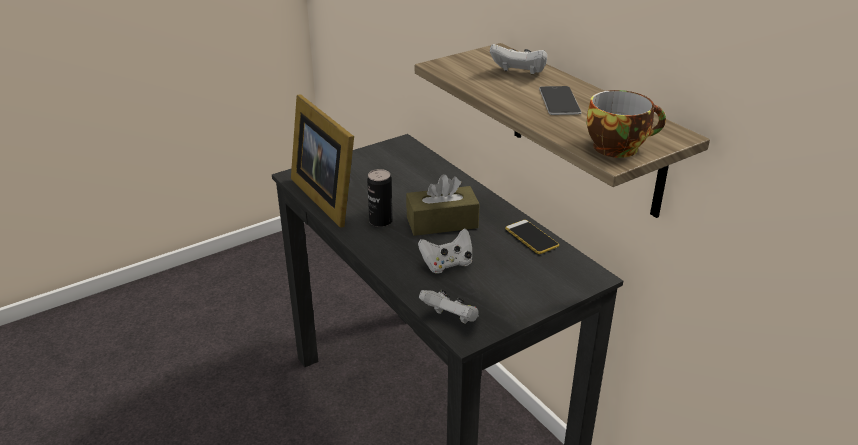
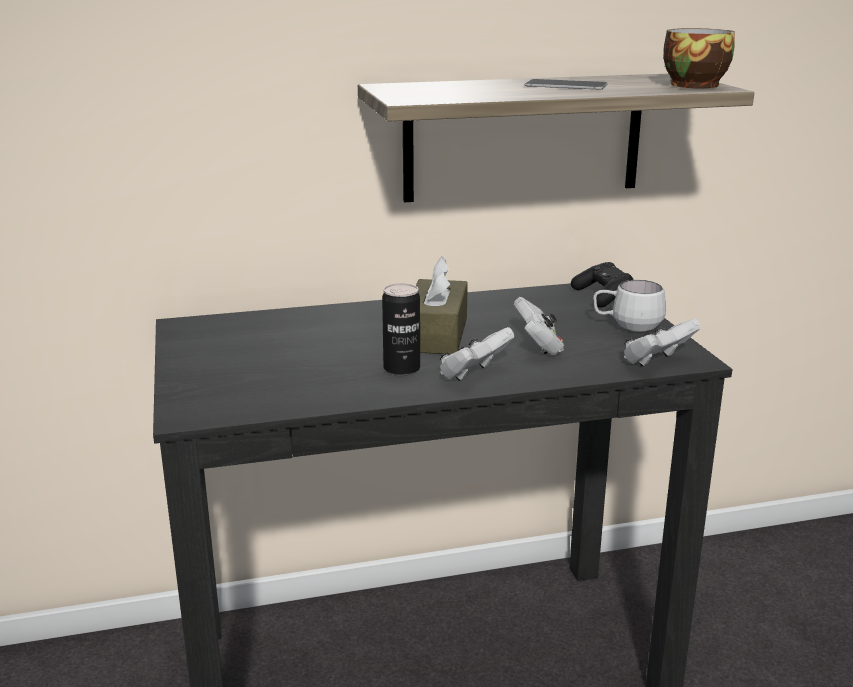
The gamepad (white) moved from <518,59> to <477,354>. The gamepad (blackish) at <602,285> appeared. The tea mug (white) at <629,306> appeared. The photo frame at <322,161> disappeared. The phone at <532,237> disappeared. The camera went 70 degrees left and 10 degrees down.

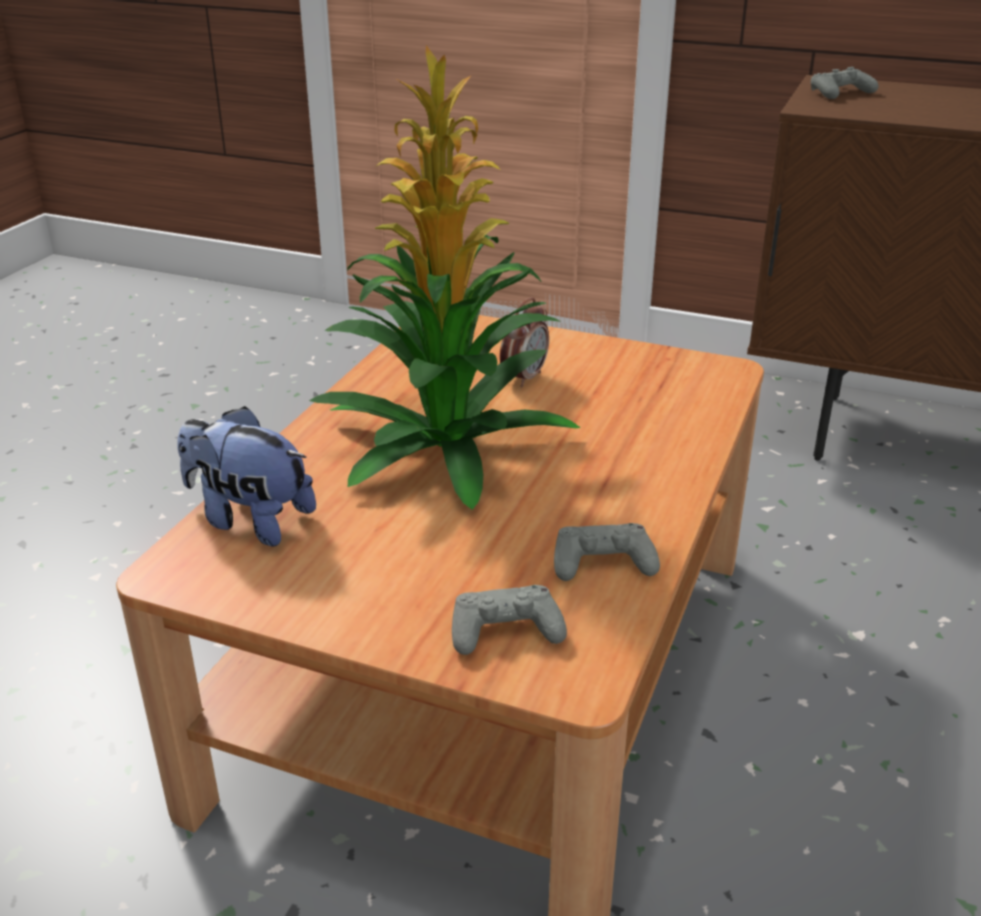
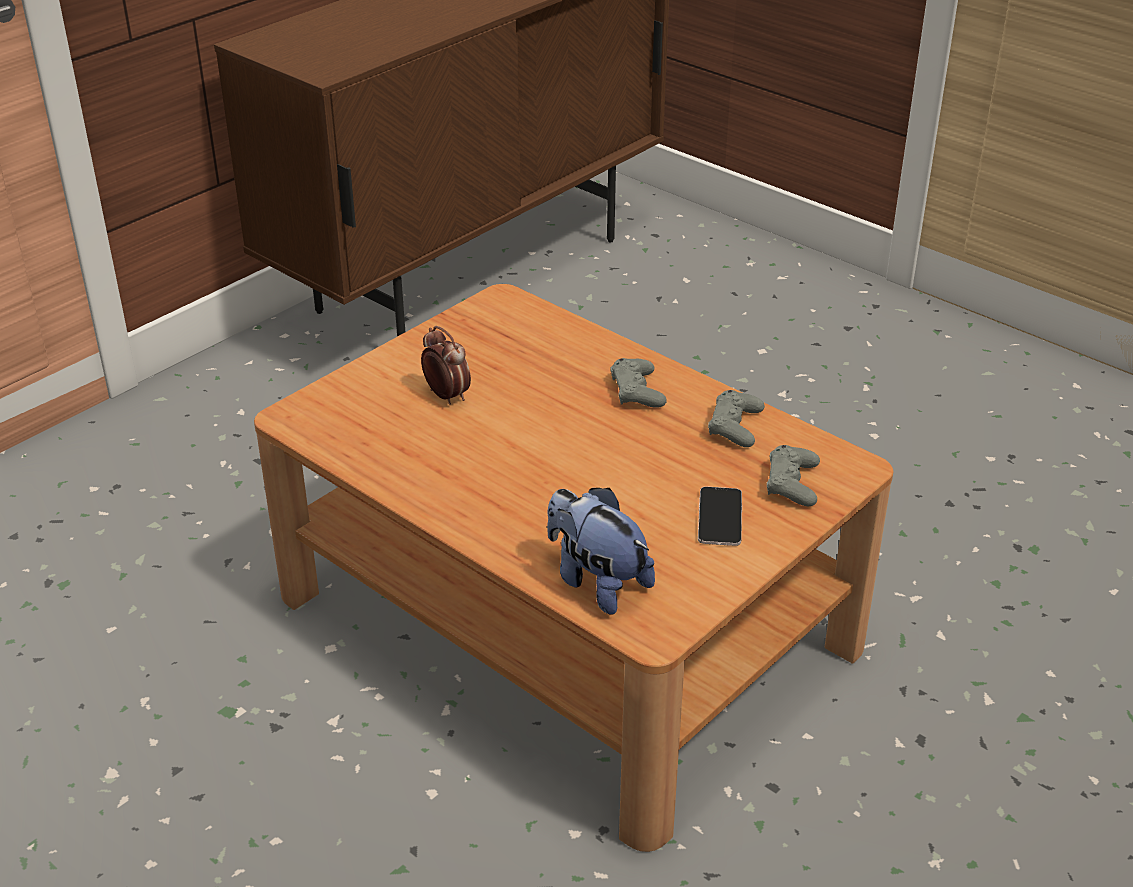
The soft toy at <246,476> turned 90 degrees clockwise. The gamepad (greyish) moved from <845,83> to <638,383>. The phone at <720,516> appeared. The plant in a pot at <445,277> disappeared. The camera went 70 degrees left and 5 degrees up.

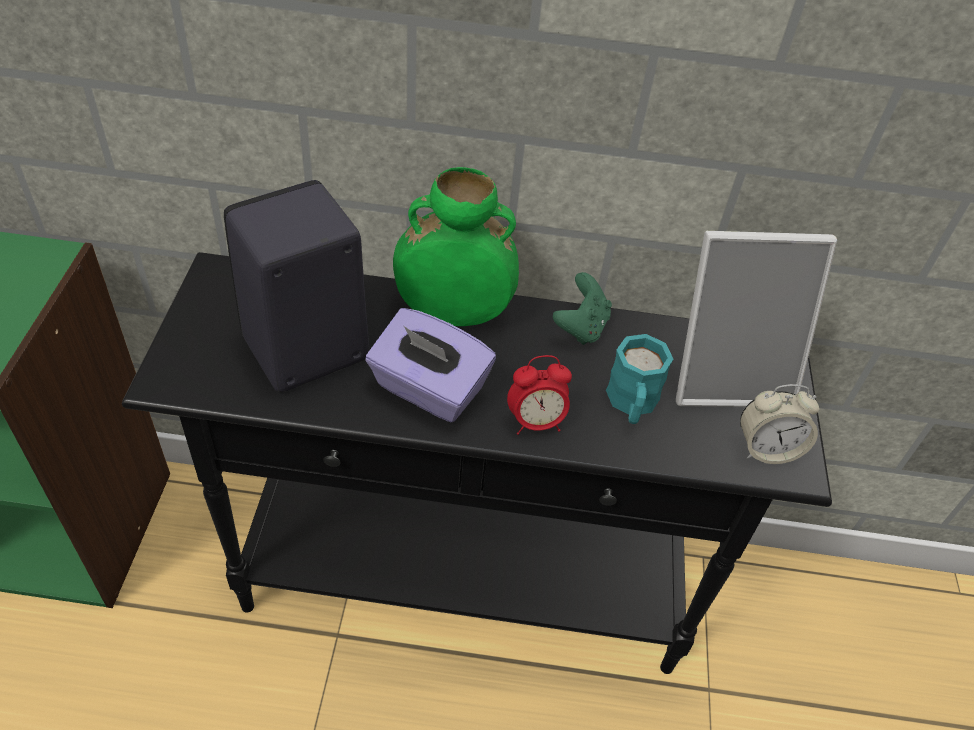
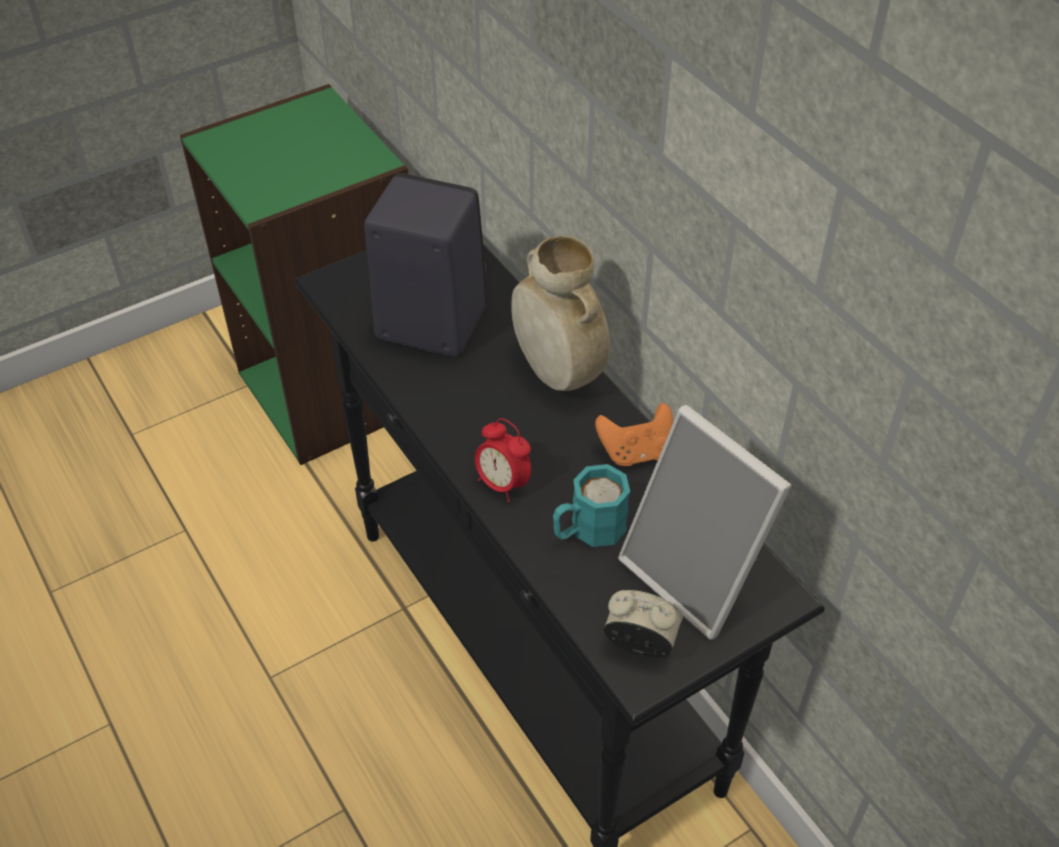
The decorative vase (green) at <456,246> became the decorative vase (beige-coloured) at <560,313>. The gamepad (green) at <582,308> became the gamepad (orange) at <634,434>. The table clock at <780,424> turned 150 degrees clockwise. The tissue box (purple) at <430,365> disappeared. The camera went 55 degrees right and 0 degrees up.

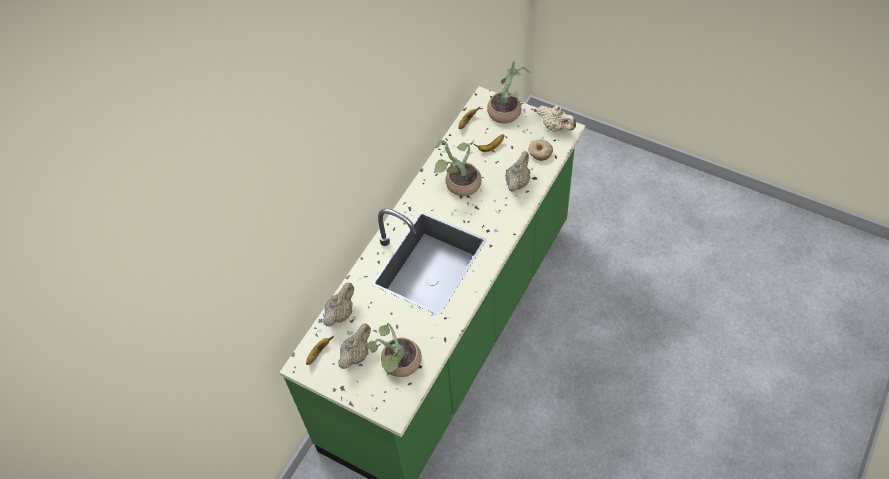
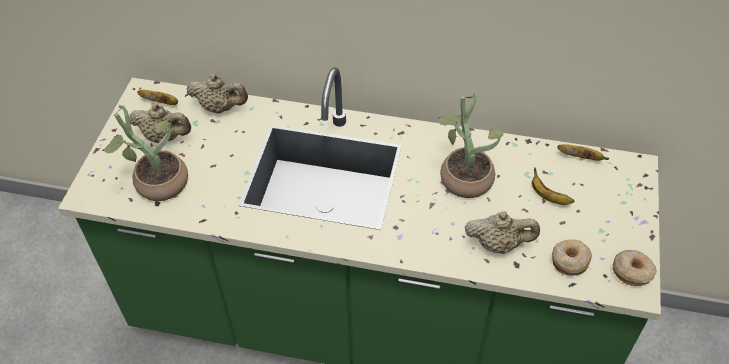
The tea pot (beige-coloured) at <556,118> was replaced by the donut at <635,268>. The plant in a pot at <508,91> disappeared. The camera went 70 degrees right and 5 degrees down.

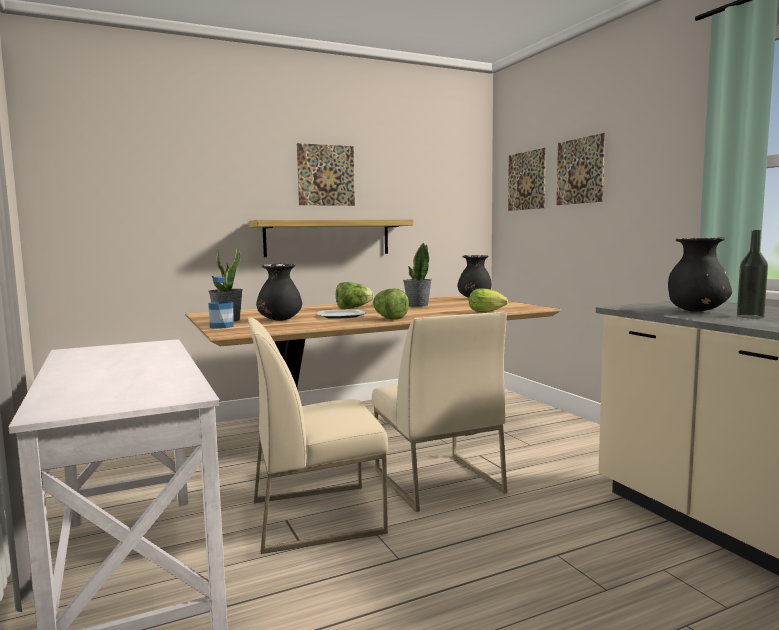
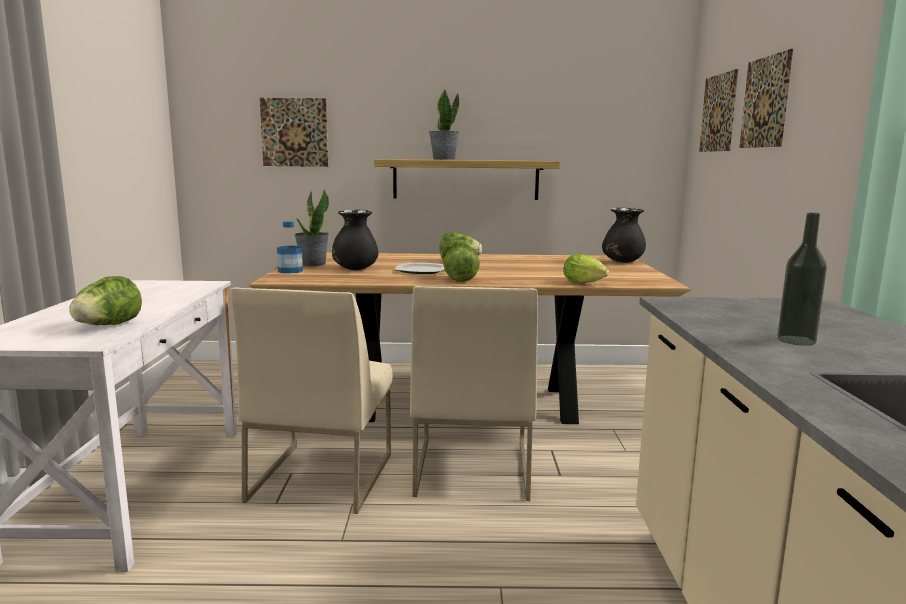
The lettuce head at <105,300> appeared. The upright chair (beige-coloured) at <318,436> turned 90 degrees counterclockwise. The picture moved from <326,174> to <294,132>. The plant in a pot moved from <417,274> to <444,125>. The decorative vase (blackish) at <700,274> disappeared. The camera went 25 degrees right and 5 degrees up.

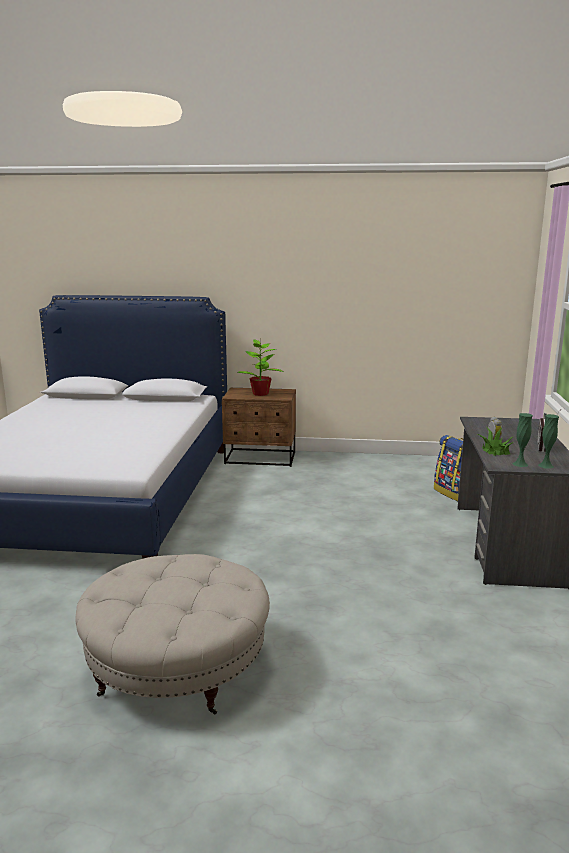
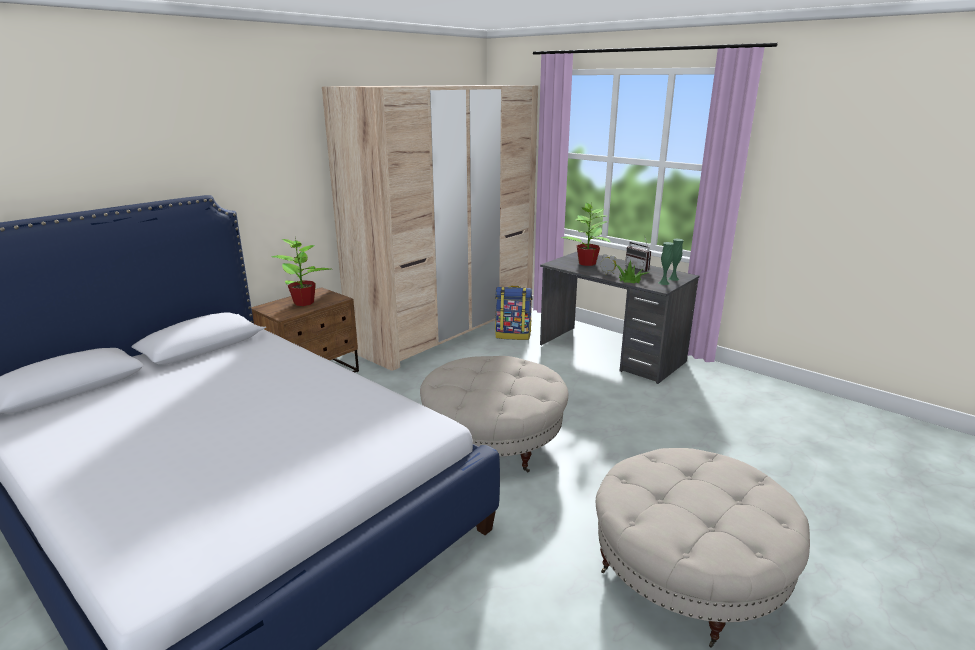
The armoire (beige-coloured) at <430,228> appeared. The pouffe (beige-coloured) at <494,414> appeared. The plant in a pot at <586,234> appeared. The camera went 55 degrees left and 5 degrees up.

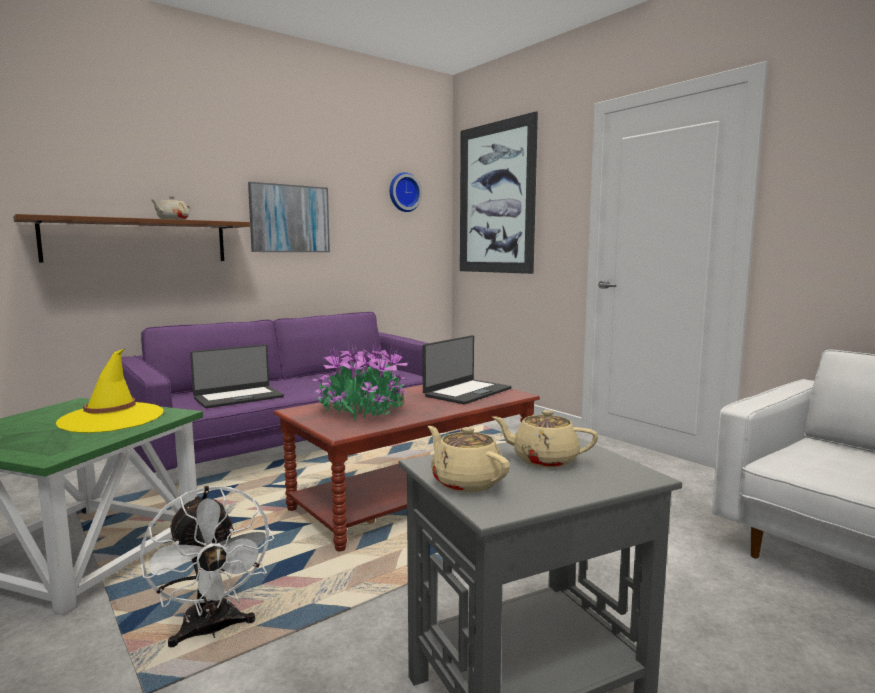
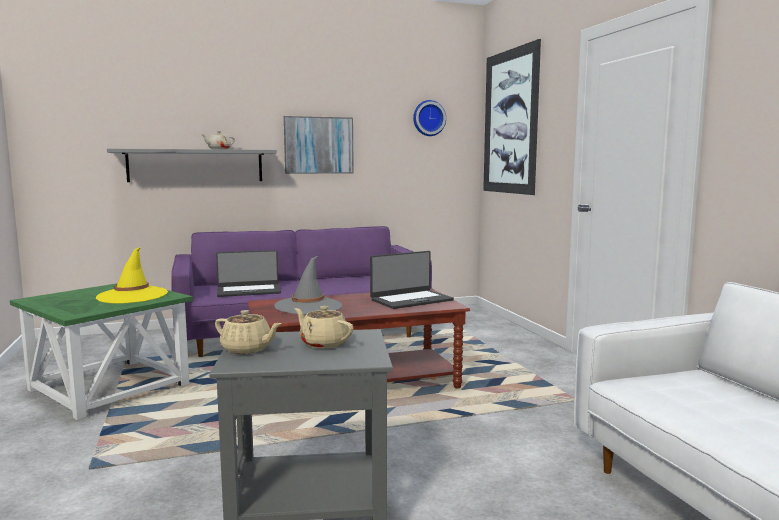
The bracket shelf (brown) at <131,238> became the bracket shelf (greyish) at <192,165>. The tea pot (beige-coloured) at <469,459> turned 135 degrees clockwise. The plant in a pot at <360,381> was replaced by the hat (greyish) at <308,285>. The cooling fan (white) at <207,566> disappeared. The camera went 20 degrees right and 0 degrees up.

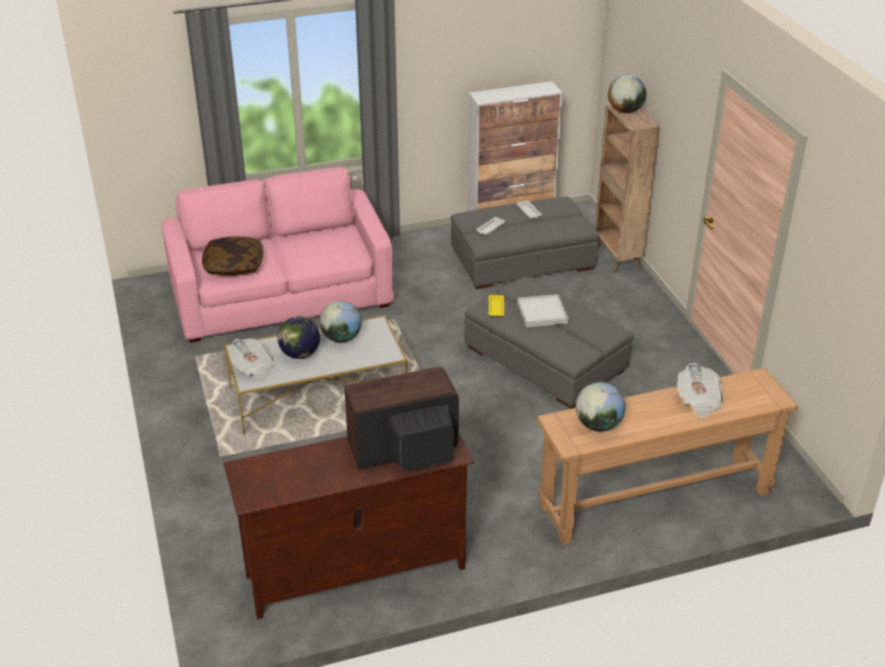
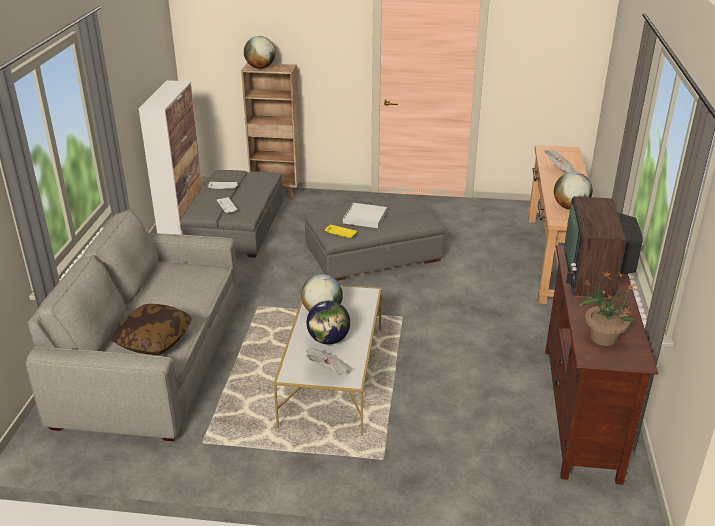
The sofa (pink-coloured) at <278,255> became the sofa (greyish) at <132,325>. The plant in a pot at <607,309> appeared. The camera went 65 degrees left and 5 degrees down.

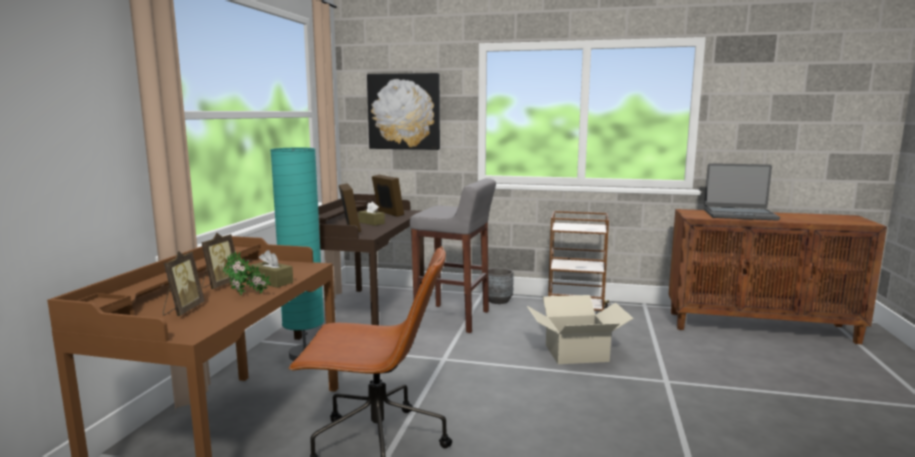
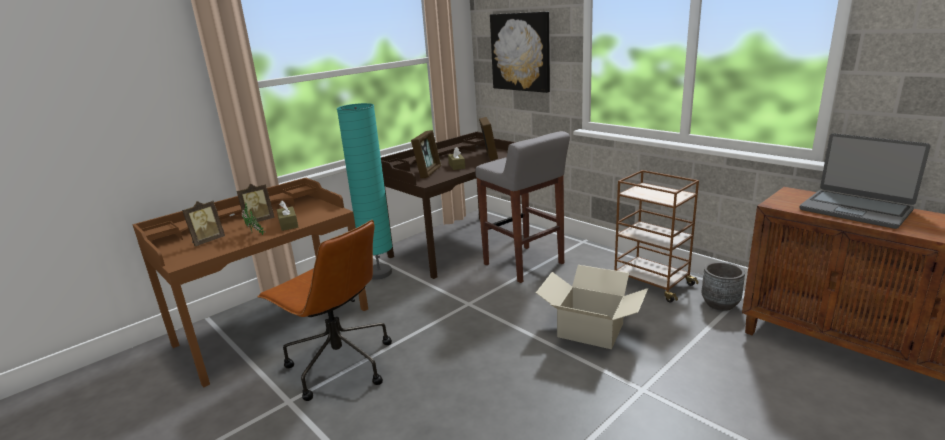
The plant pot (greyish) moved from <501,286> to <723,286>. The camera went 35 degrees right and 10 degrees up.

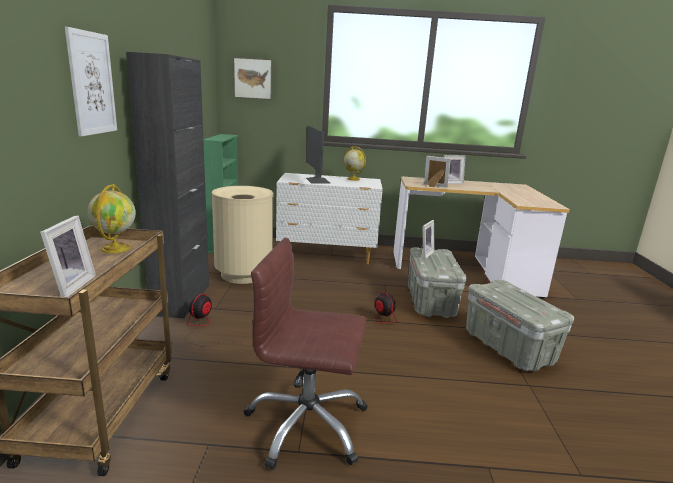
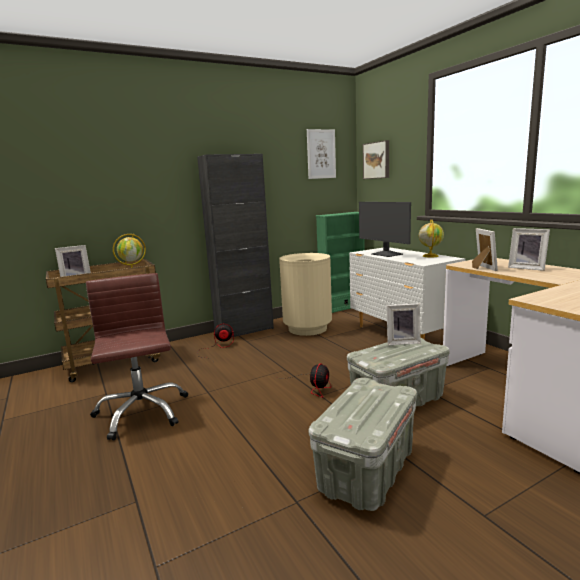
The picture moved from <91,82> to <321,154>. The computer screen at <318,154> turned 75 degrees counterclockwise. The camera went 60 degrees right and 5 degrees down.

